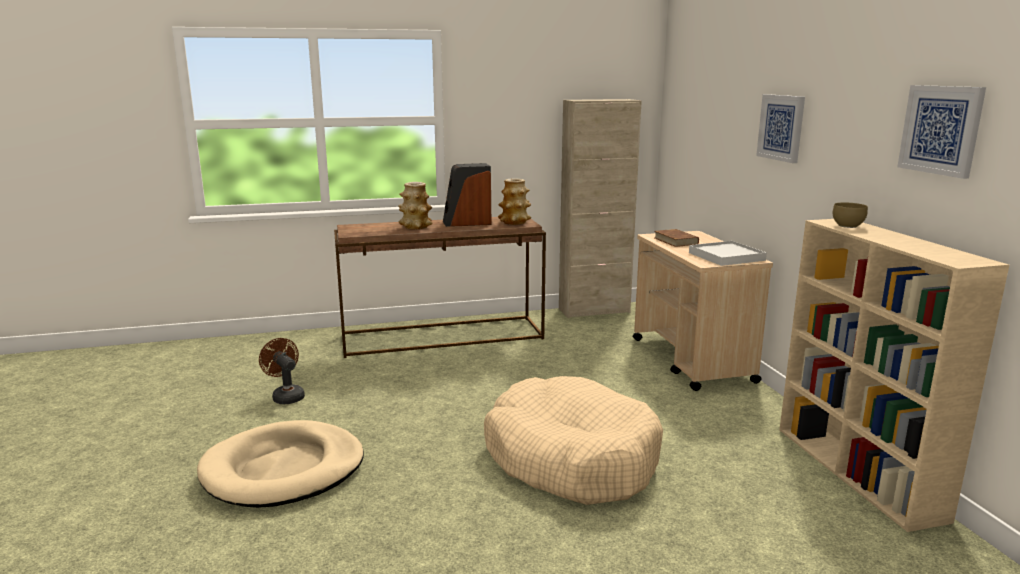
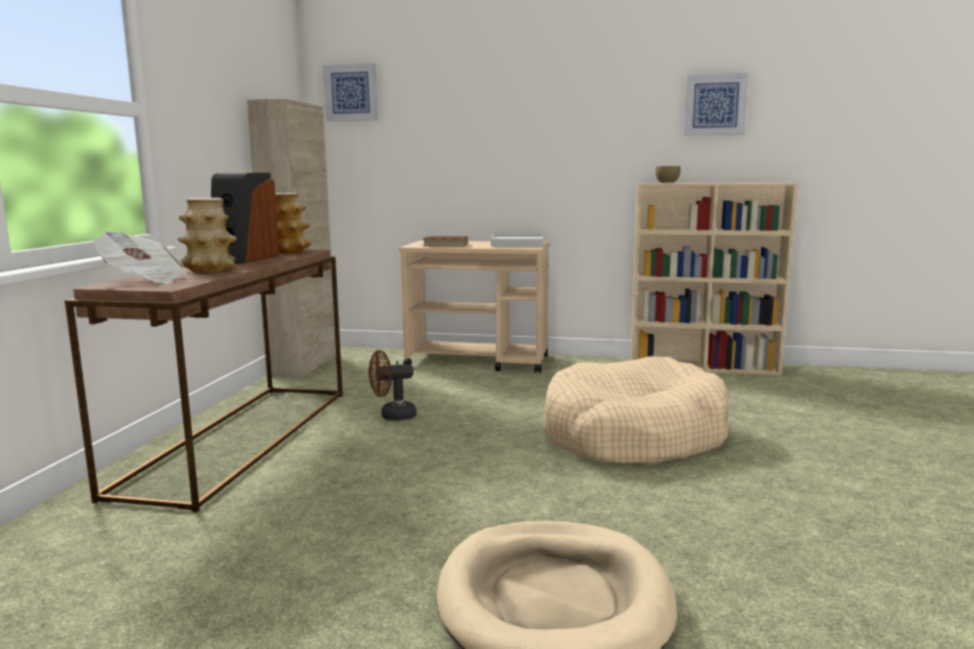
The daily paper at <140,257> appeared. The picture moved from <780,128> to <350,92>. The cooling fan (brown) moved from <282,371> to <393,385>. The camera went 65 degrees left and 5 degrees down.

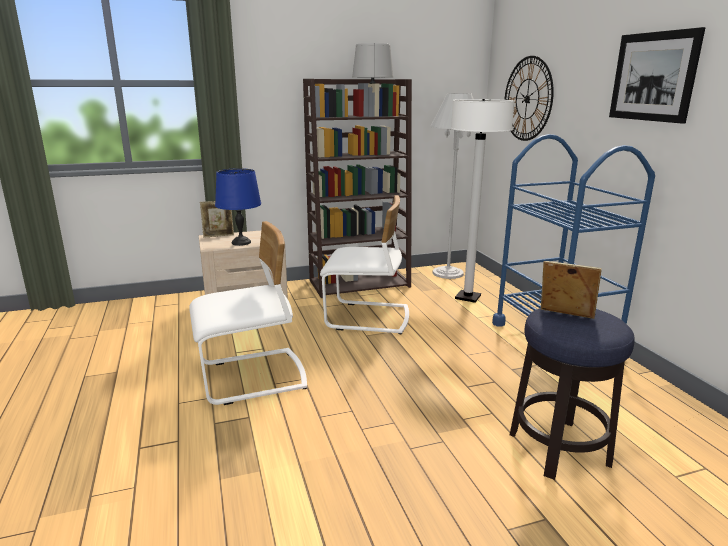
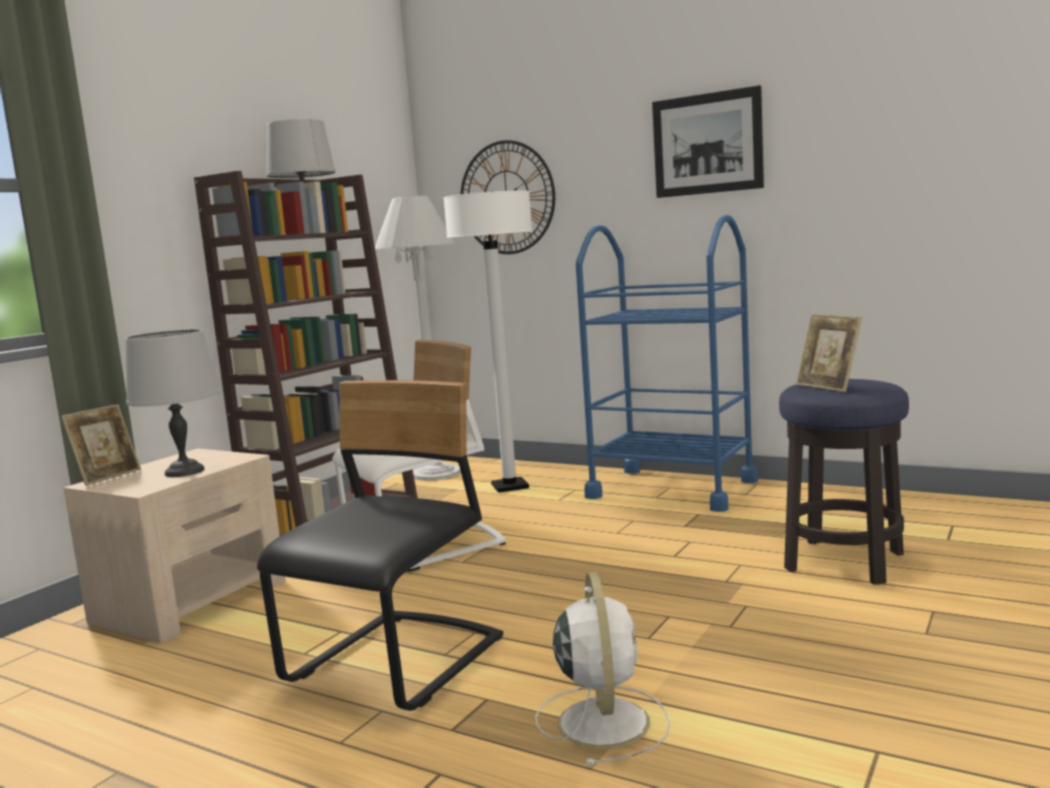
The lamp for a table (blue) at <238,207> became the lamp for a table (greyish) at <172,403>. The upright chair (white) at <248,313> became the upright chair (blackish) at <380,545>. The cooling fan (white) at <602,669> appeared. The photo frame at <571,290> turned 105 degrees counterclockwise. The camera went 40 degrees left and 10 degrees down.

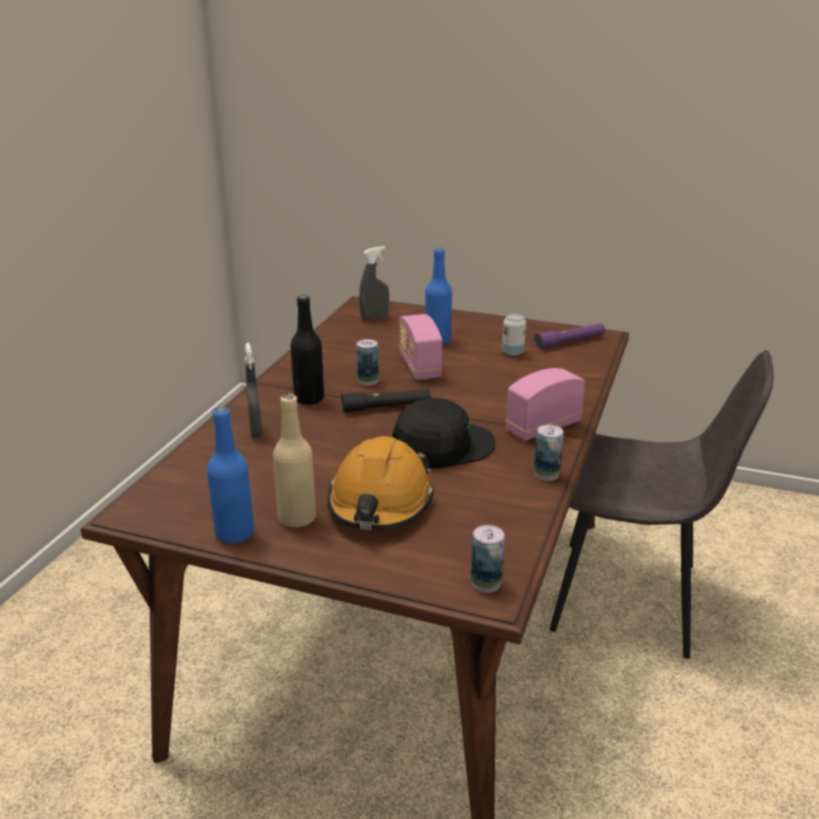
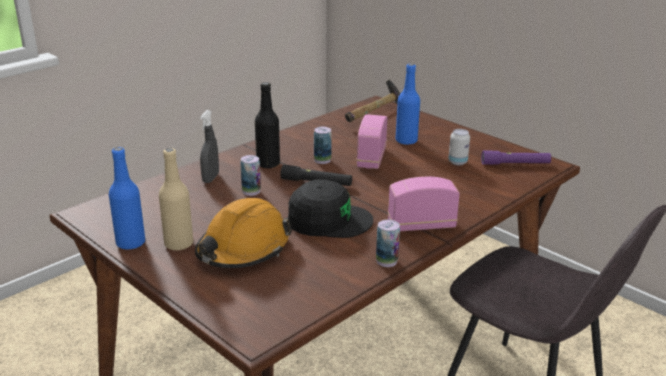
The can moved from <488,559> to <250,175>. The spray bottle (greyish) at <374,283> was replaced by the tool hammer at <372,100>. The camera went 25 degrees right and 0 degrees up.

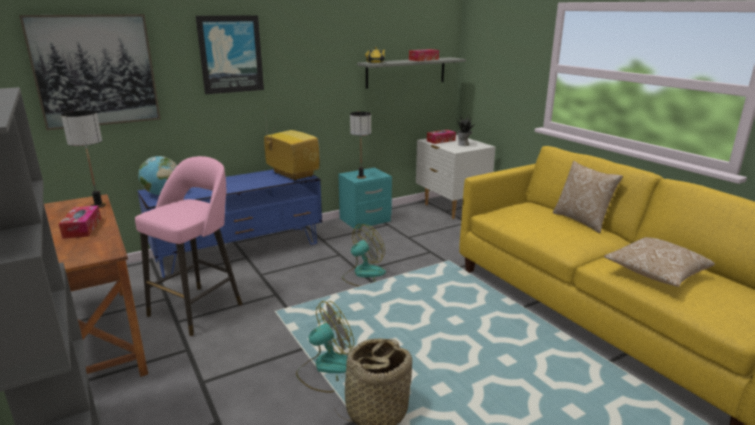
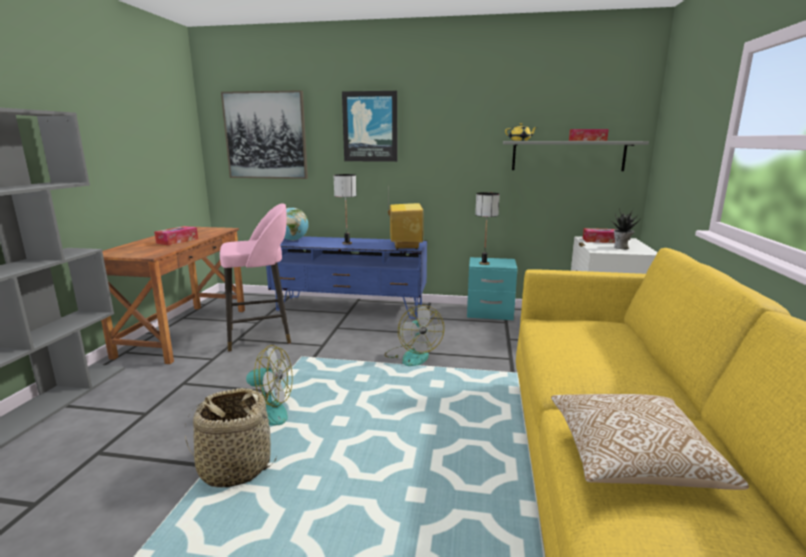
The lamp for a table moved from <83,159> to <345,209>. The cooling fan at <364,255> turned 75 degrees clockwise. The cushion at <588,197> disappeared. The camera went 40 degrees right and 5 degrees down.

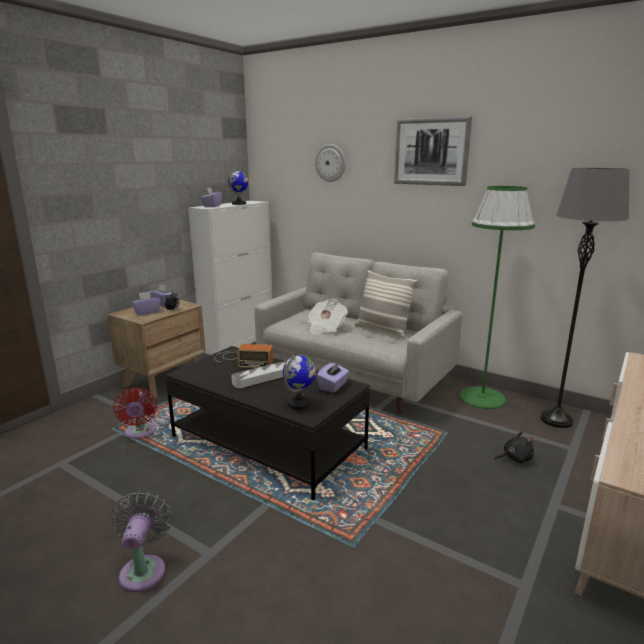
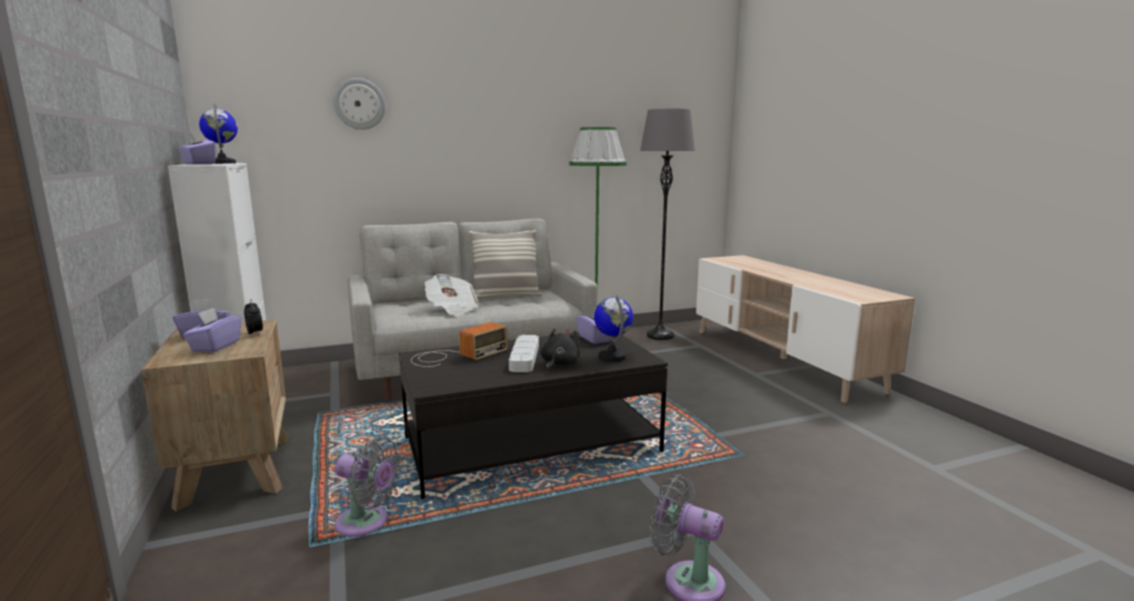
The cooling fan (red-coloured) at <135,413> became the cooling fan (greyish) at <368,487>. The soft toy (blackish) moved from <514,447> to <560,350>. The picture at <433,151> disappeared. The camera went 55 degrees left and 5 degrees down.

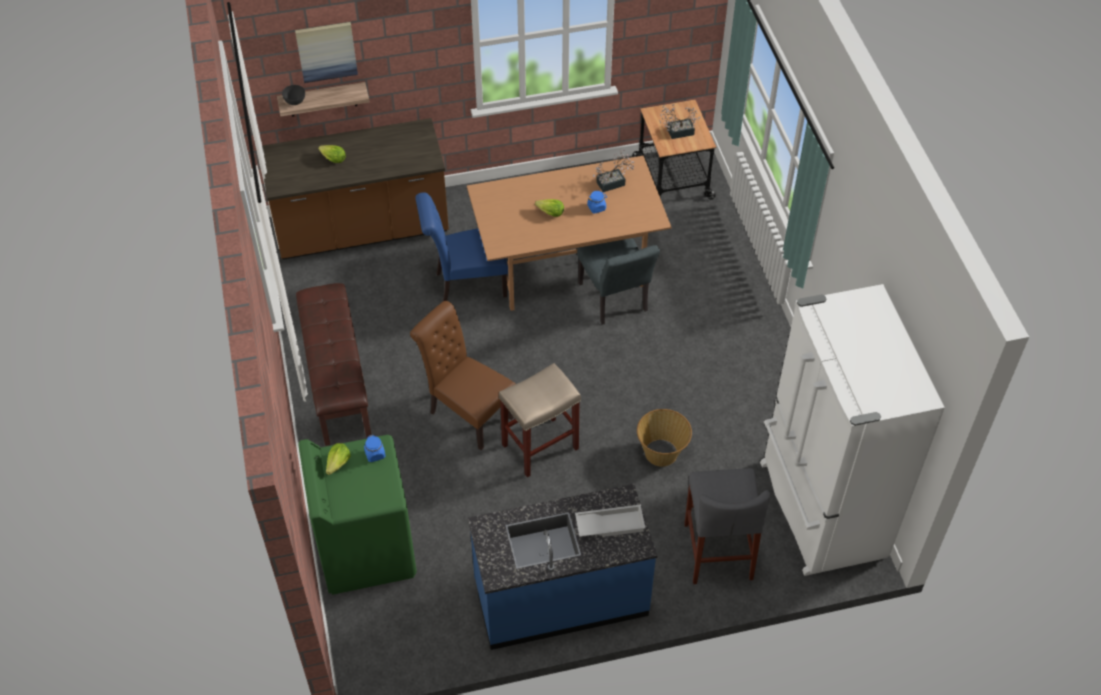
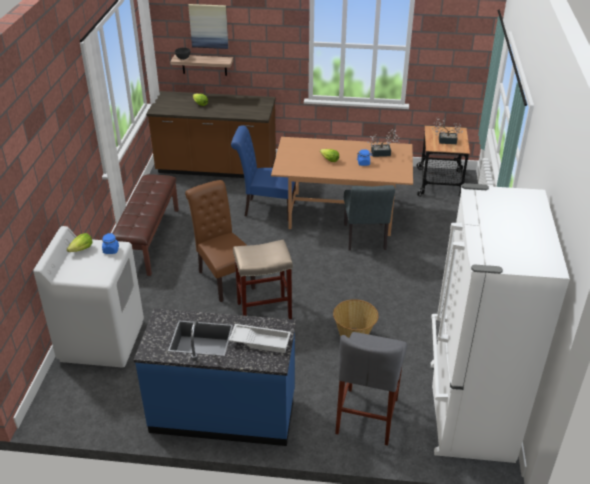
The laundry machine (green) at <357,515> became the laundry machine (white) at <88,297>. The camera went 20 degrees right and 15 degrees down.

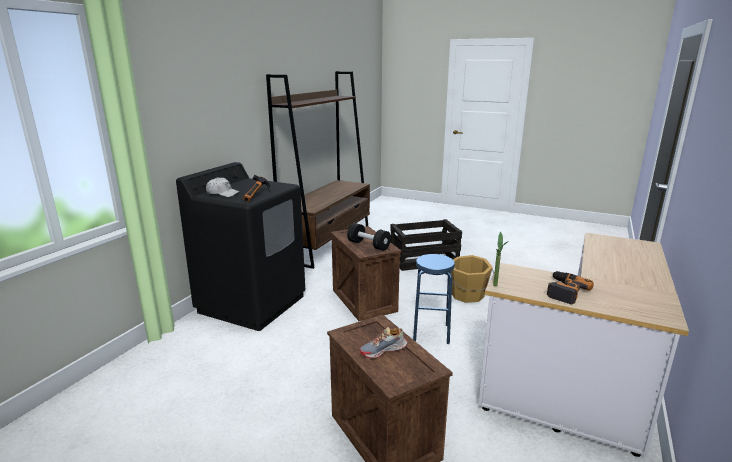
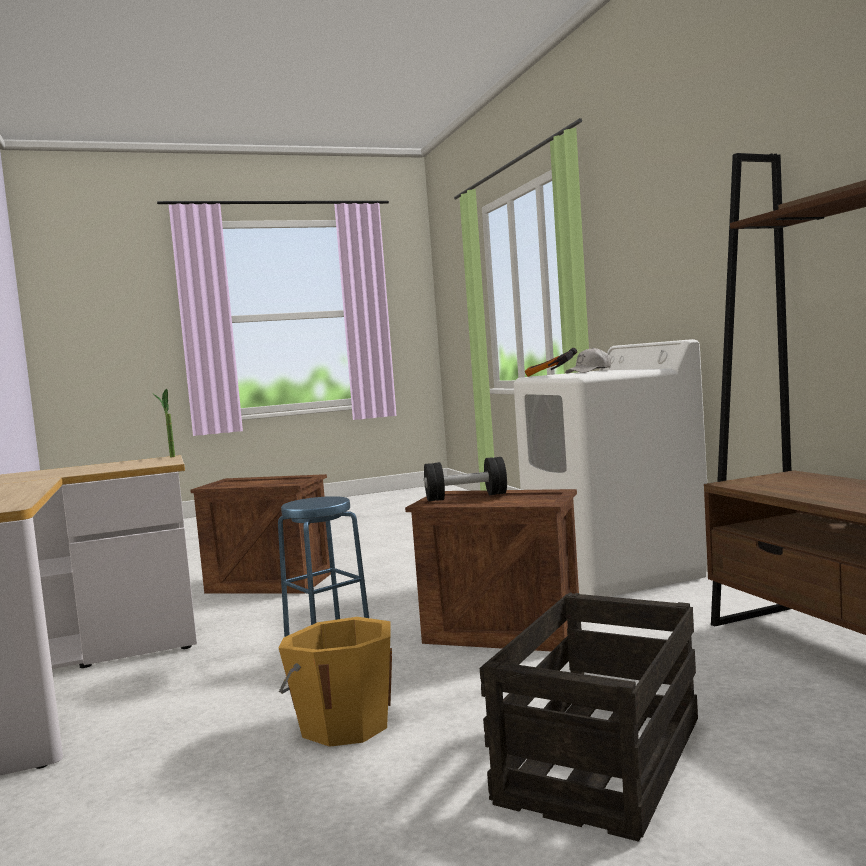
The laundry machine (blackish) at <240,246> became the laundry machine (white) at <610,468>. The item of footwear at <383,343> disappeared. The drill at <570,288> disappeared. The camera went 135 degrees right and 15 degrees down.

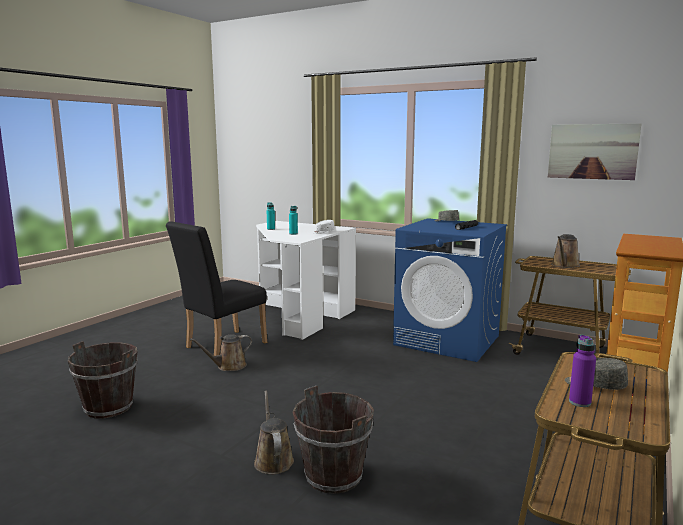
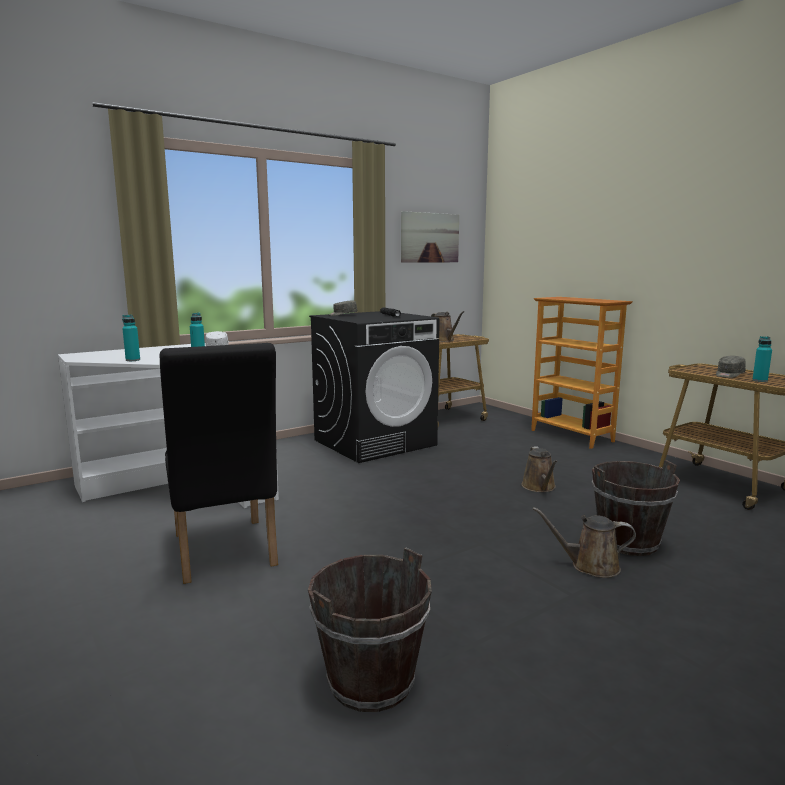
The laundry machine (blue) at <450,290> became the laundry machine (blackish) at <374,387>. The sprinkling can (brown) moved from <221,352> to <539,469>. The beverage bottle (purple) at <582,371> became the beverage bottle (turquoise-coloured) at <762,359>. The camera went 65 degrees left and 0 degrees up.

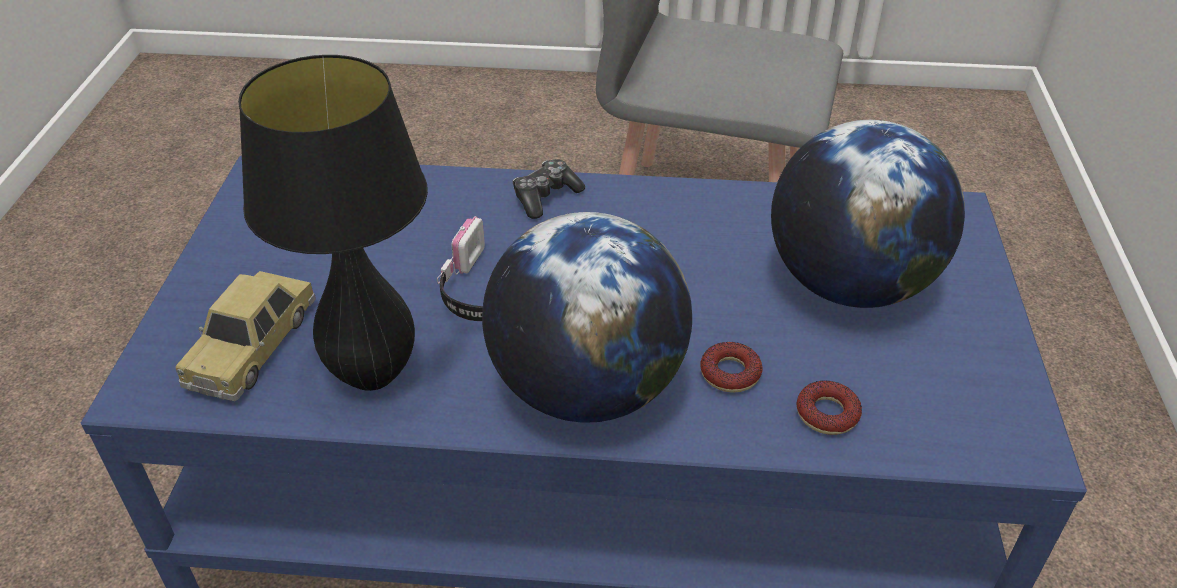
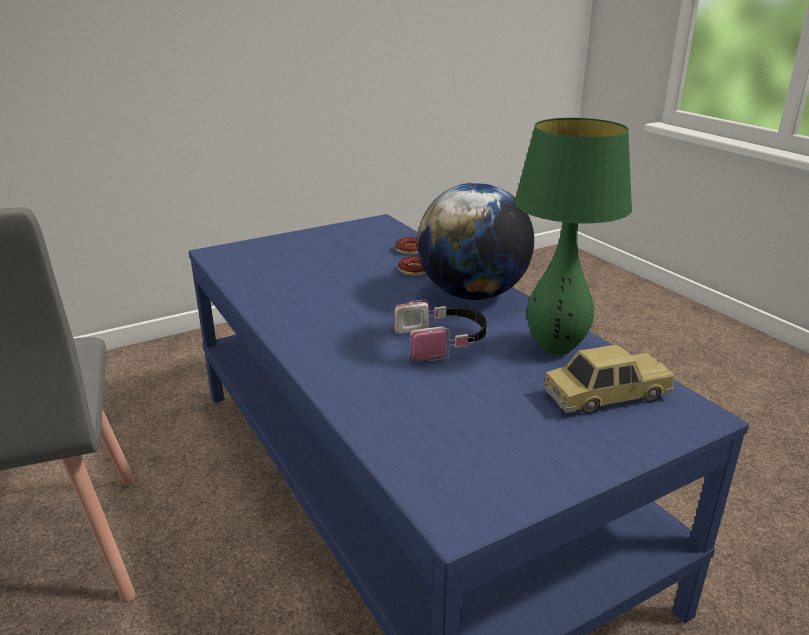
The lamp for a table (blackish) at <333,223> became the lamp for a table (green) at <573,236>. The gamepad at <548,189> disappeared. The world globe at <868,214> disappeared. The camera went 125 degrees left and 15 degrees down.

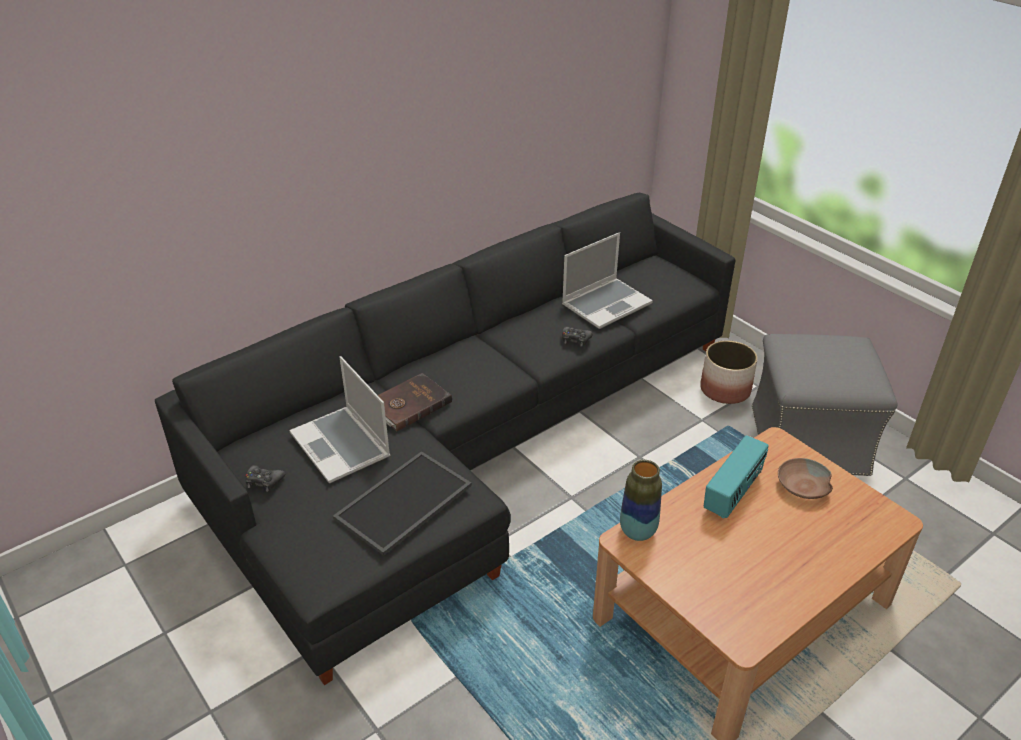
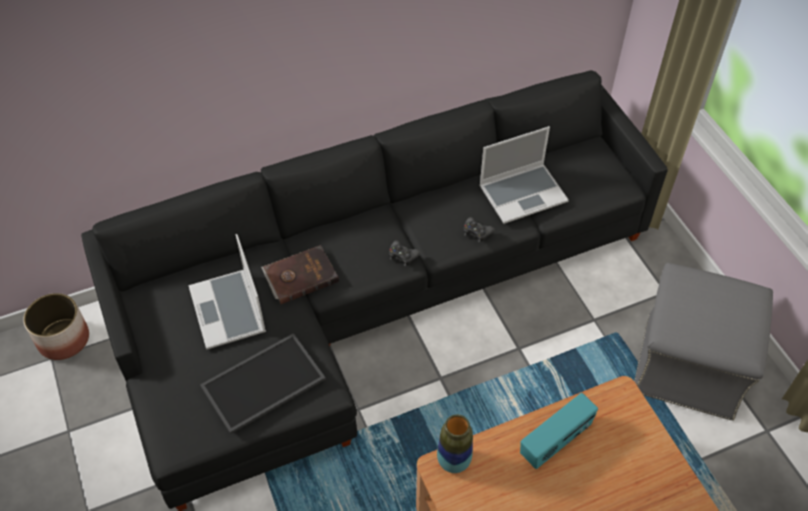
The plant pot moved from <729,372> to <56,326>. The gamepad (blackish) moved from <265,478> to <405,253>. The serving bowl (brown) at <805,478> disappeared. The camera went 15 degrees right and 15 degrees up.

